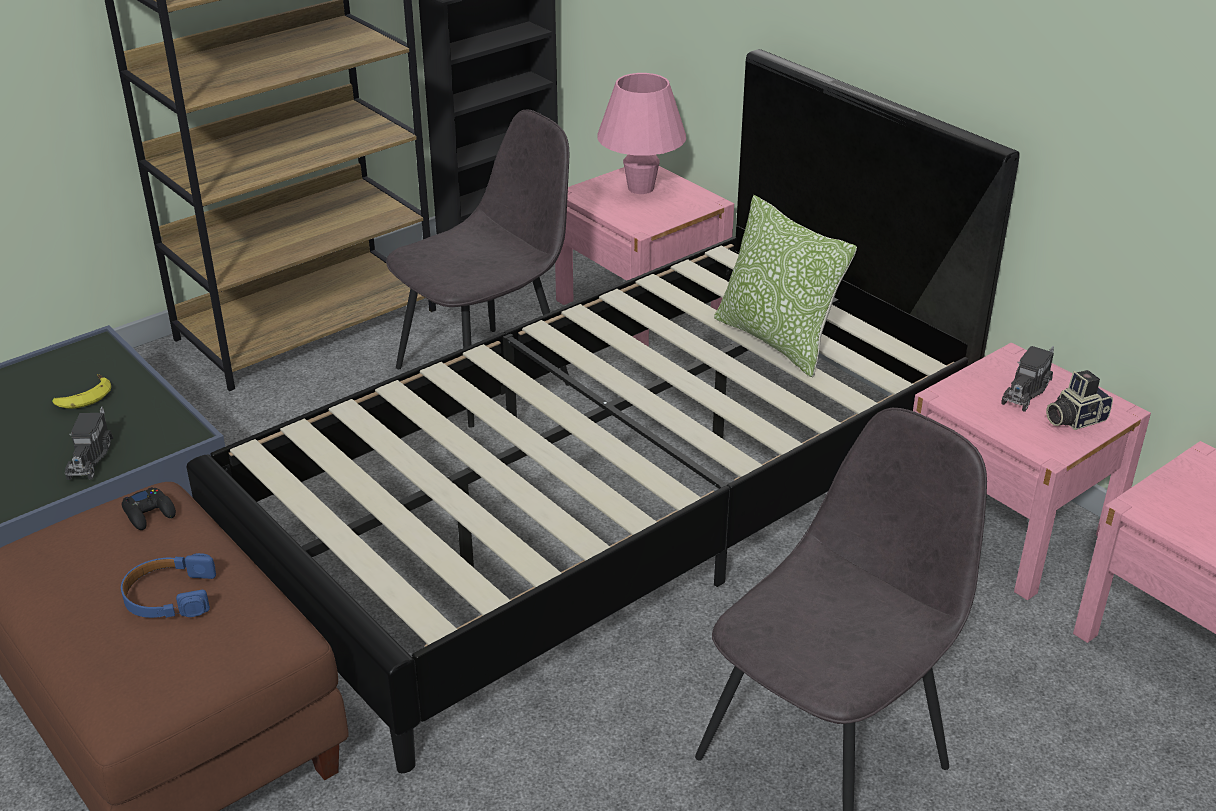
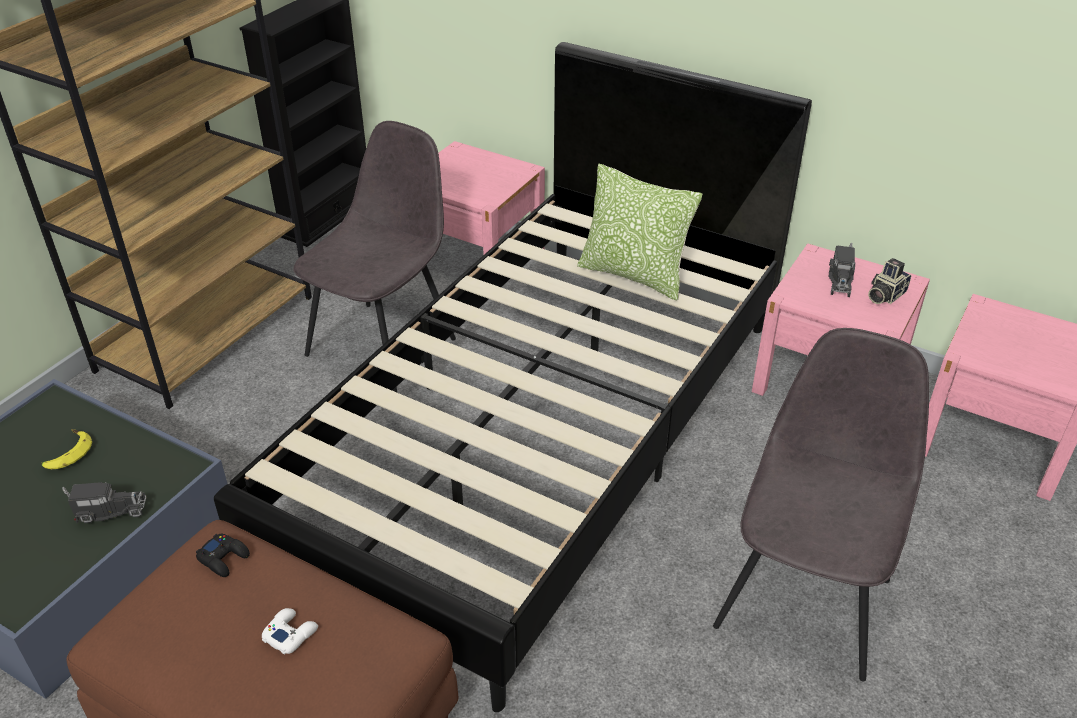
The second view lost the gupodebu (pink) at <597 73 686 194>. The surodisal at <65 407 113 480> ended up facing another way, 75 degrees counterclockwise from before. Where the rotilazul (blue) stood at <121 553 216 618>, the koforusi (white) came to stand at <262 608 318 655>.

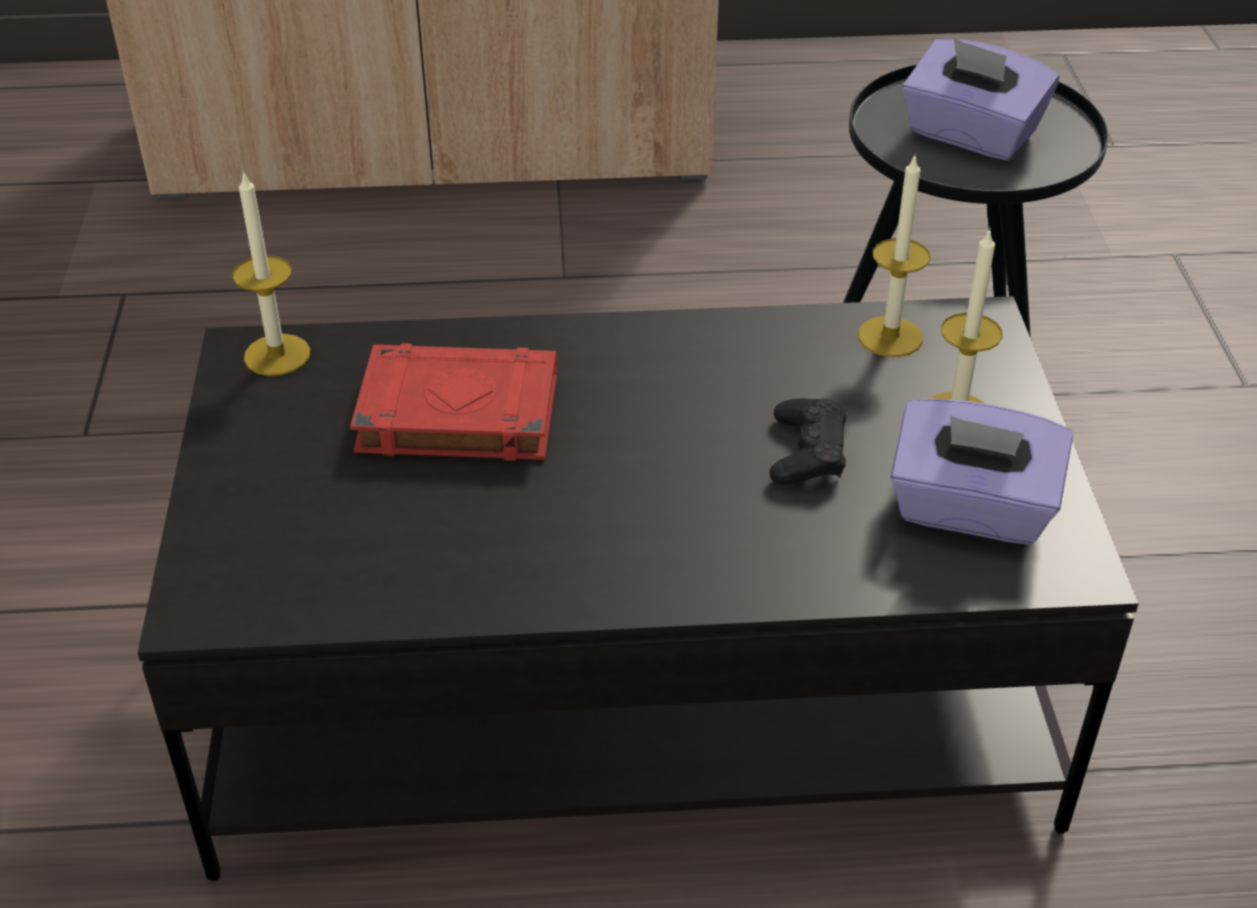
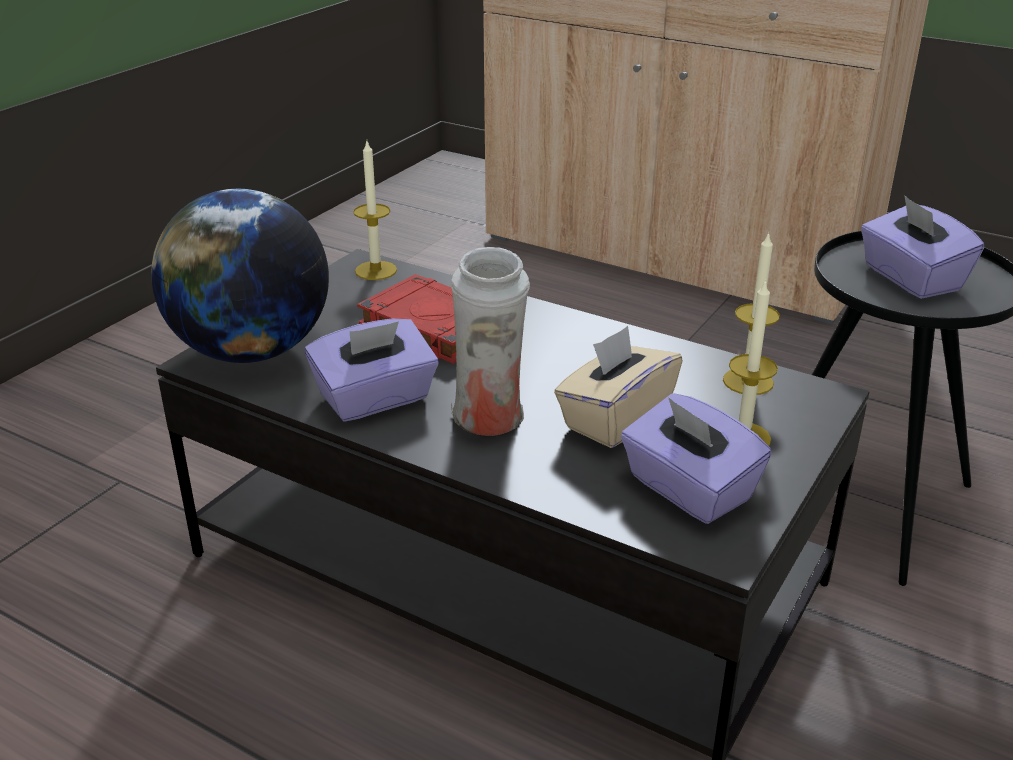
Where the koforusi (black) stood at <769 398 847 485>, the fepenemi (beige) came to stand at <554 326 683 448>. The second view gained the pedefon at <151 189 329 363>. The second view gained the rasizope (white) at <451 247 530 436>. The second view gained the fepenemi (purple) at <305 319 438 422>.

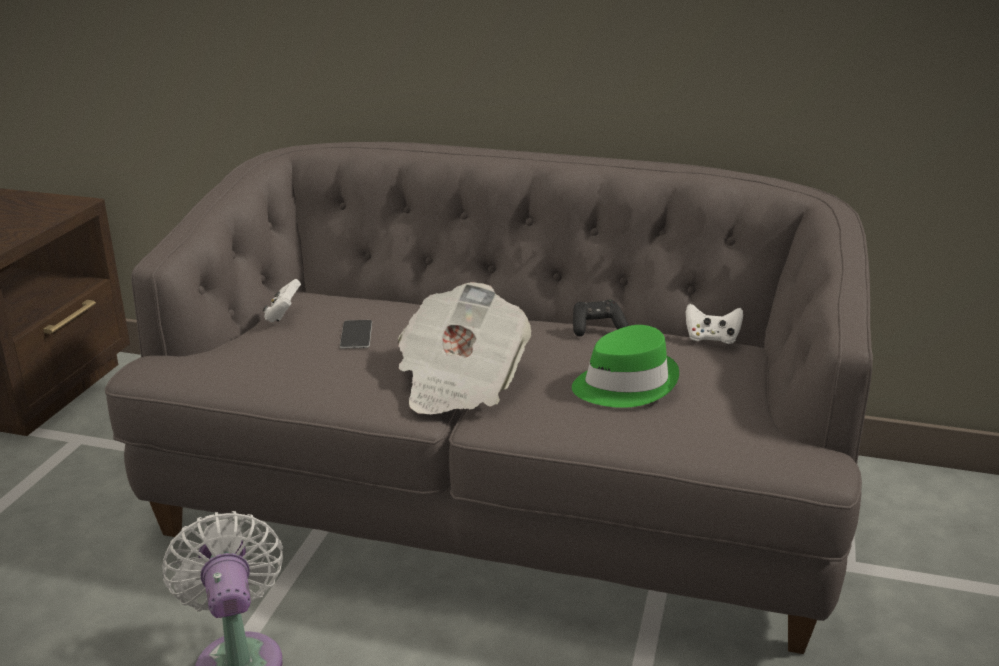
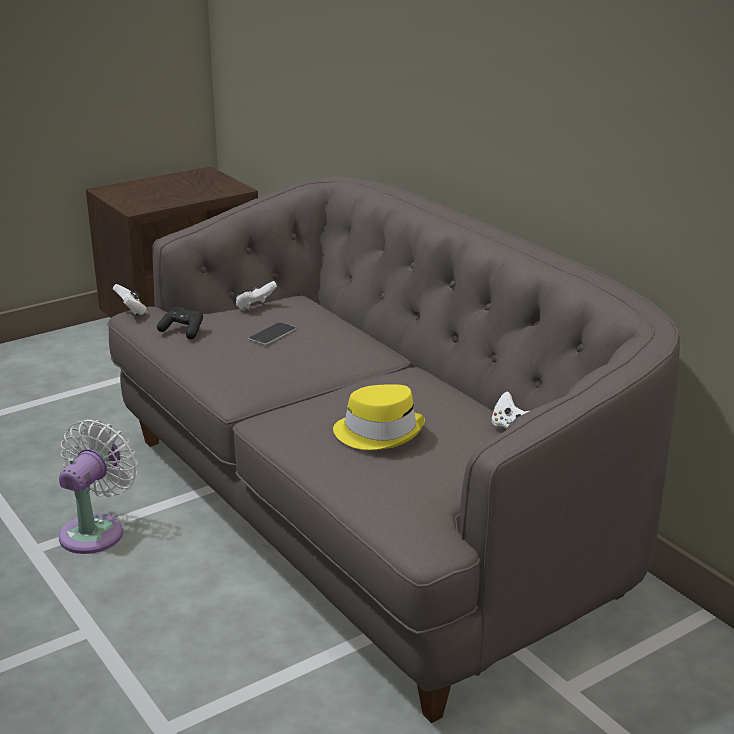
The second view lost the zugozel at <397 282 532 414>. The koforusi (black) ended up elsewhere, having gone from <573 299 628 336> to <157 307 203 339>. What was the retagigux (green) at <572 325 679 408> turned into the retagigux (yellow) at <333 384 425 450>. The second view gained the koforusi (white) at <113 284 147 315>.

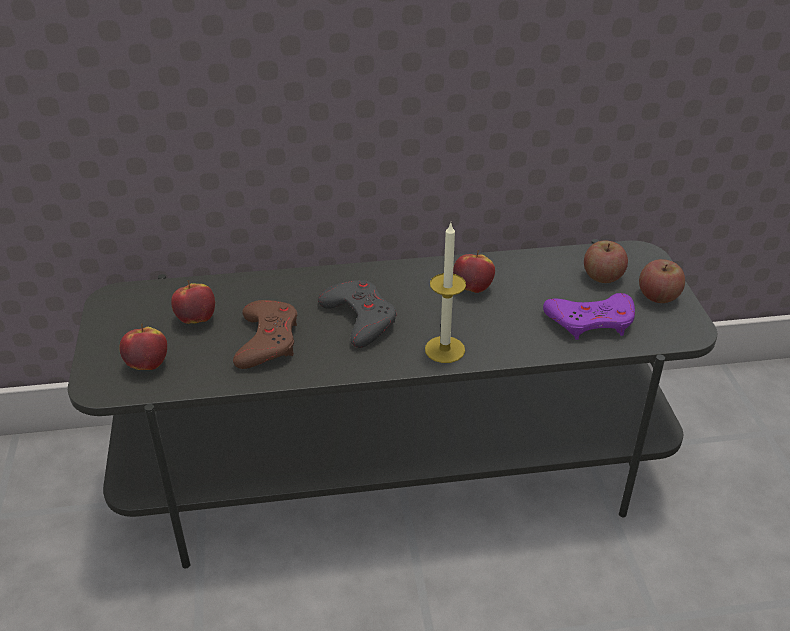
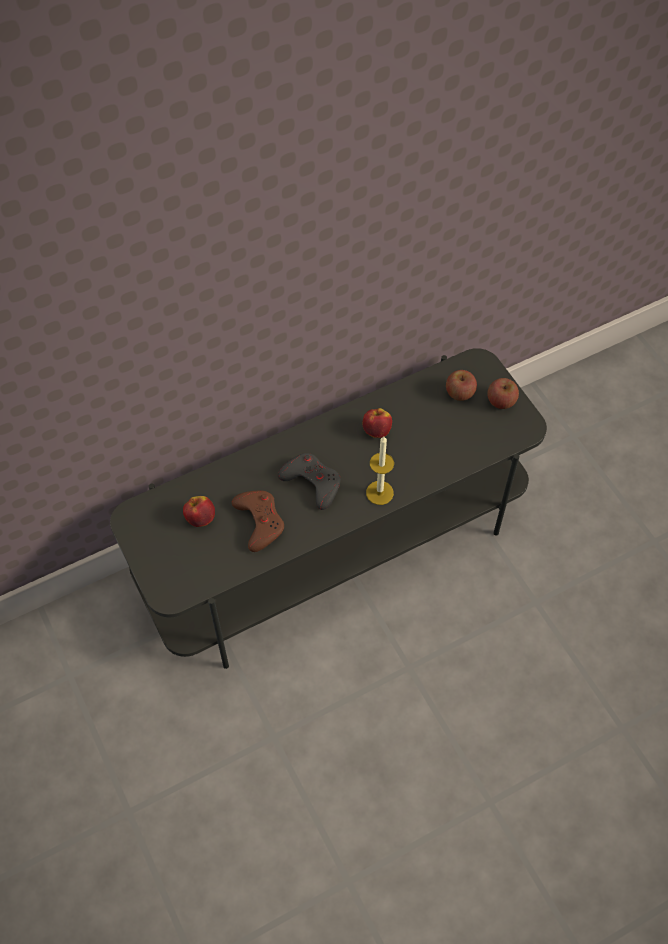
The second view lost the koforusi (purple) at <543 293 635 340>. The second view lost the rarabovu at <119 323 167 370>.

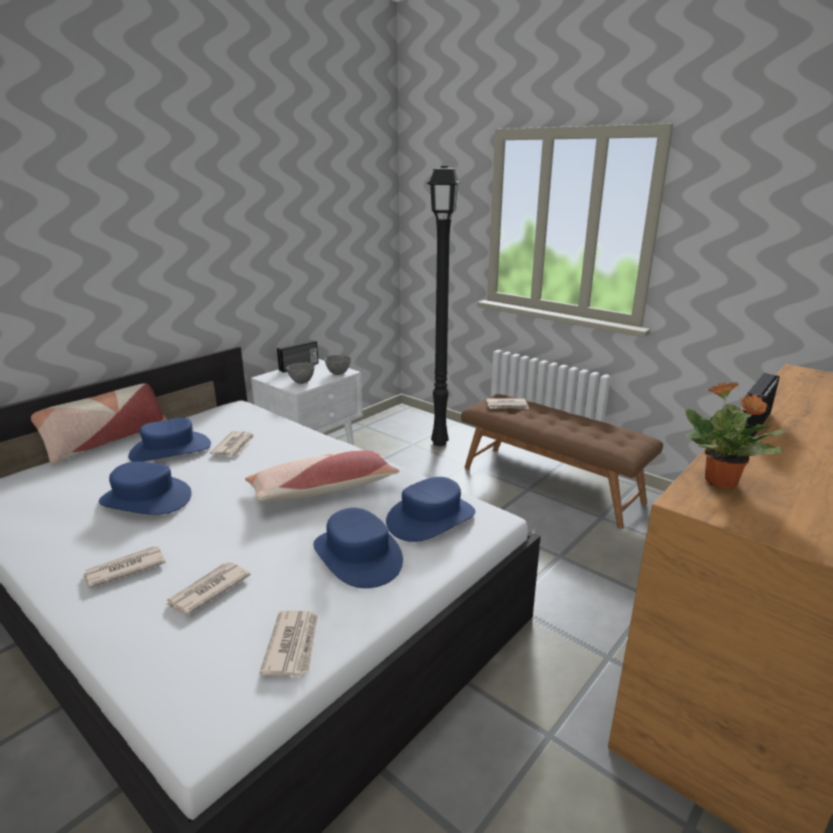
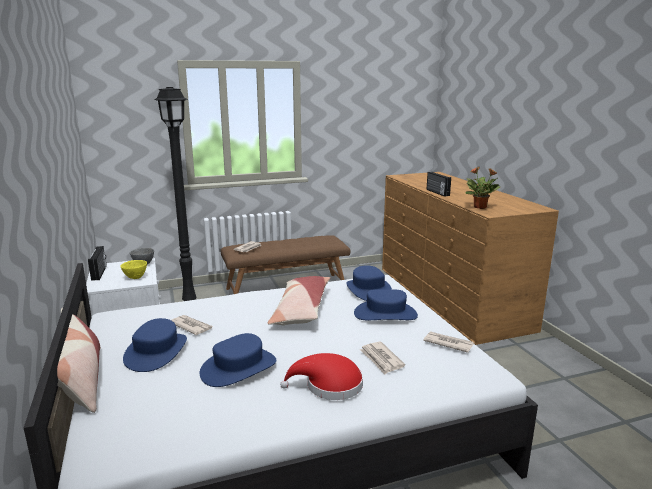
What was the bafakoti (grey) at <286 363 315 384> turned into the bafakoti (yellow) at <120 260 147 279>. Where the zugozel stood at <83 546 166 588>, the retagigux (red) came to stand at <280 353 363 400>.

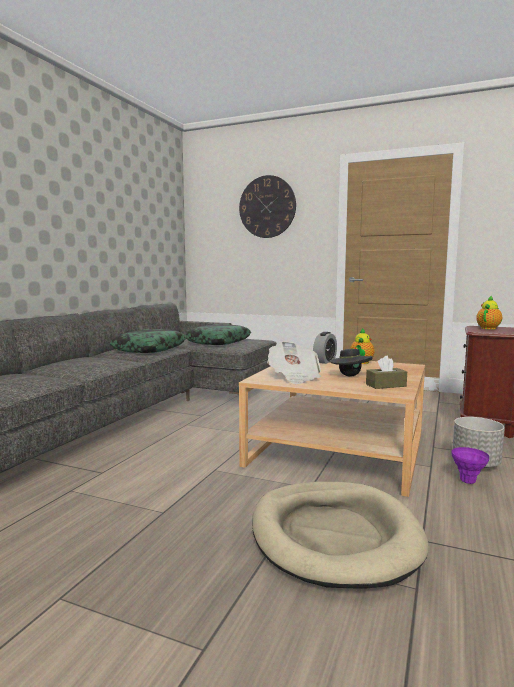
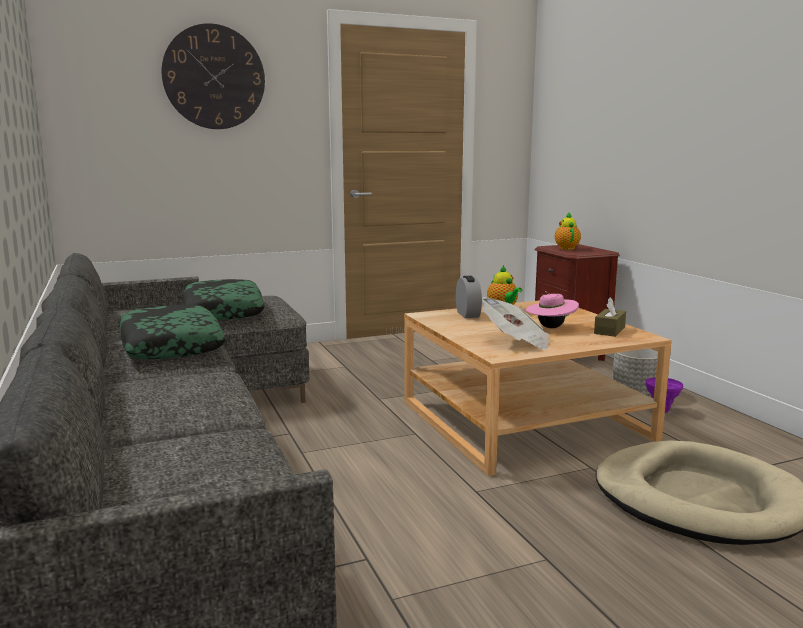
What was the retagigux (black) at <329 347 373 377> turned into the retagigux (pink) at <526 291 579 328>.

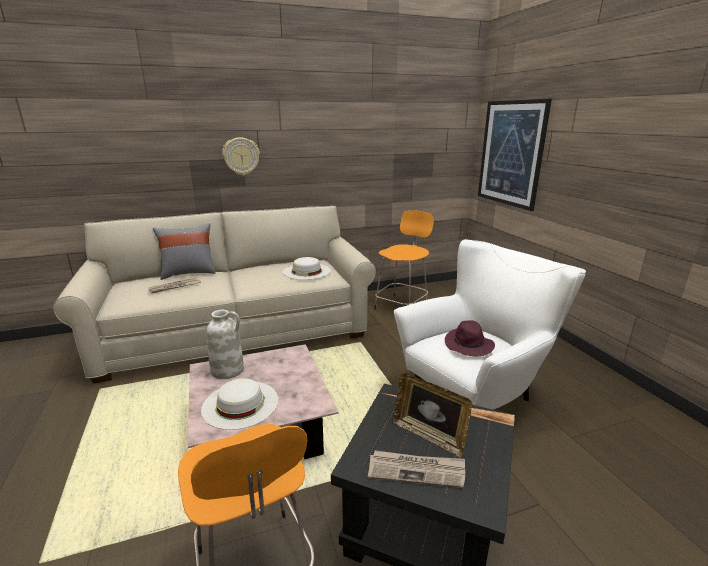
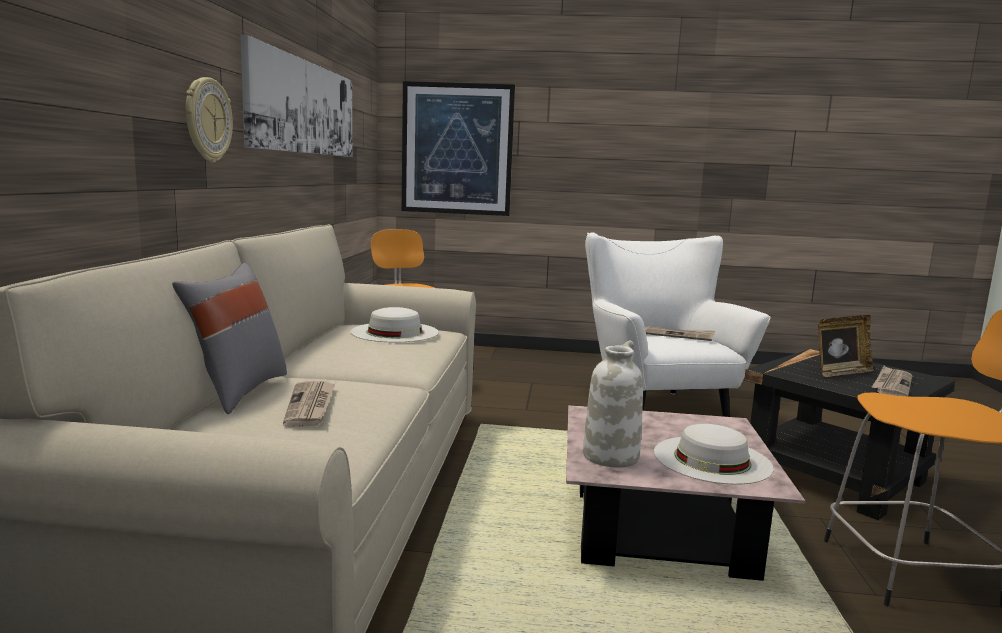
Where the retagigux (purple) stood at <445 320 495 356>, the zugozel came to stand at <645 327 715 341>. The second view gained the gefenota at <240 35 352 157>.

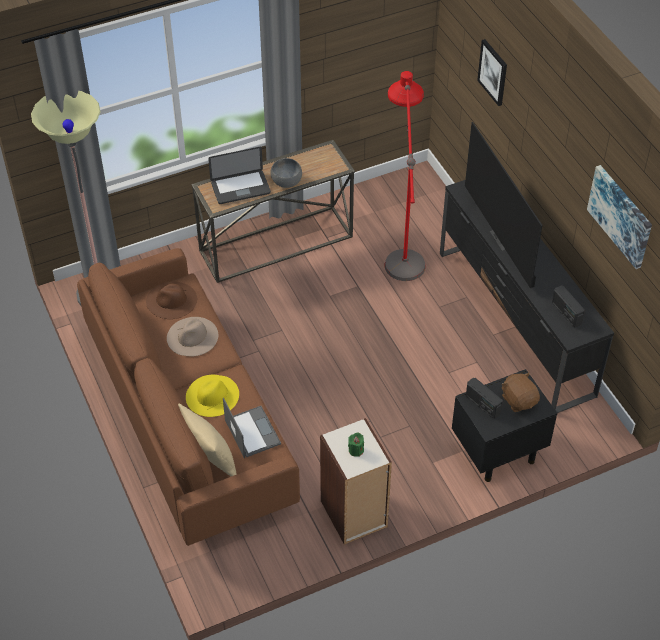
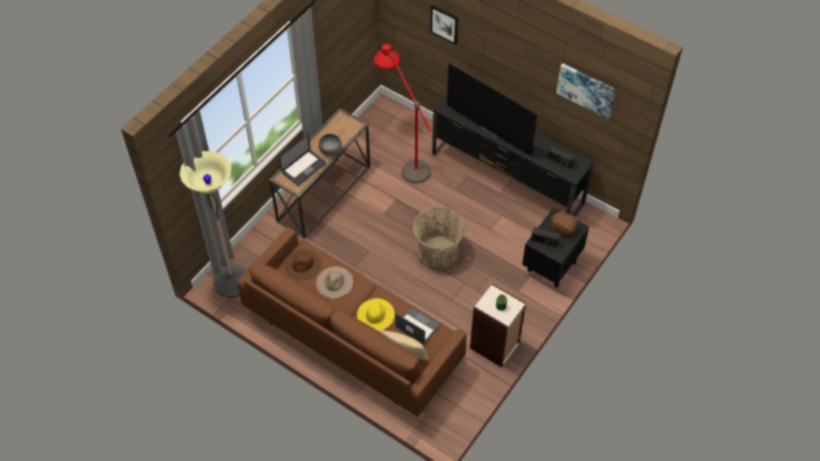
The second view gained the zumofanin at <413 207 465 270>.

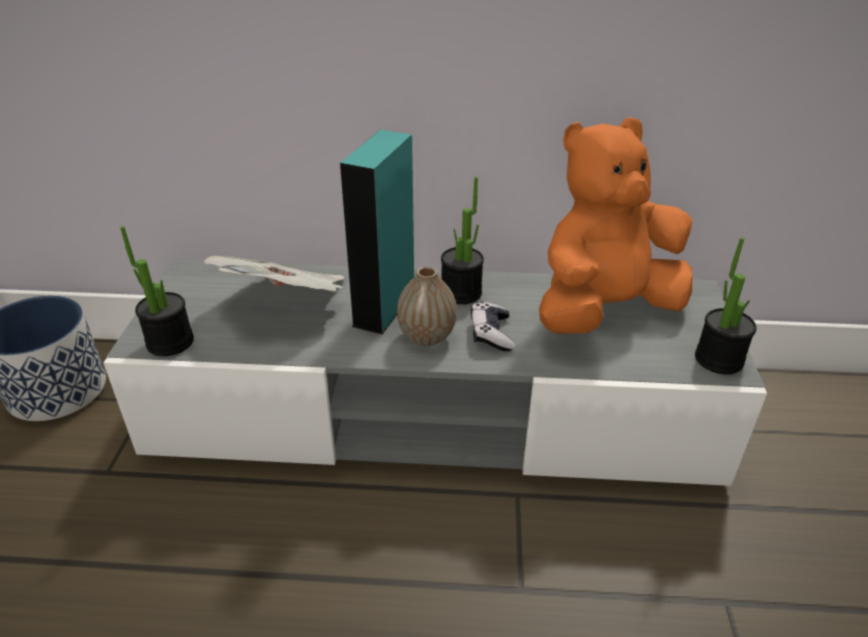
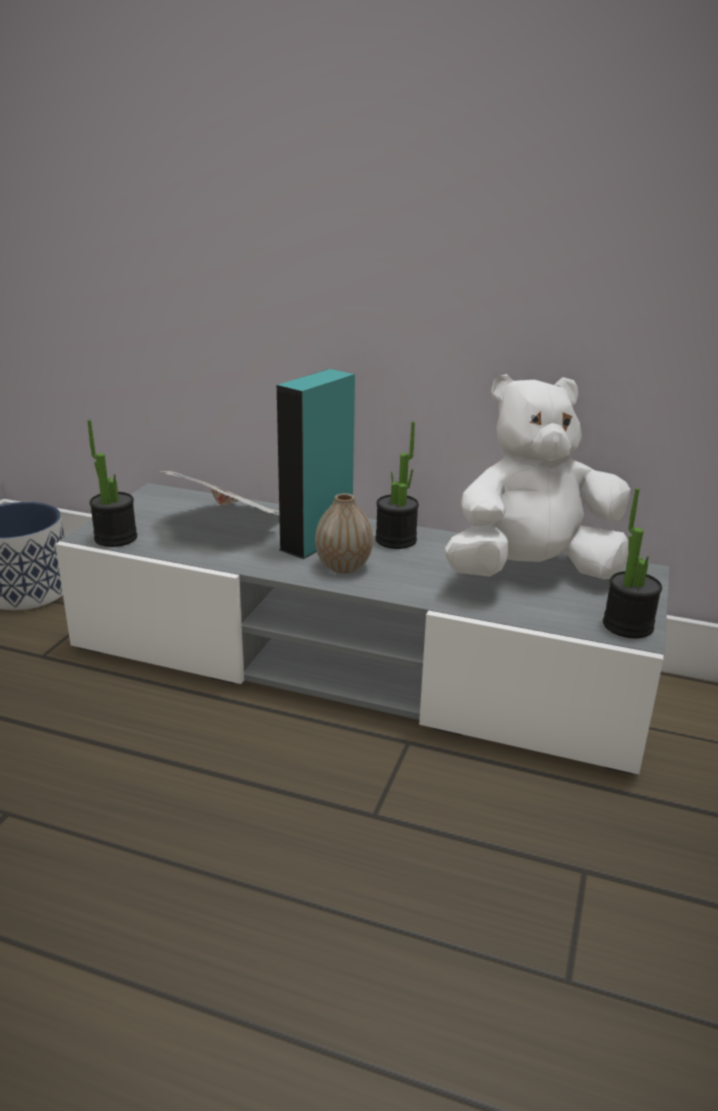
What was the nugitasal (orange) at <539 117 692 334> turned into the nugitasal (white) at <445 374 631 579>. The second view lost the koforusi at <471 302 515 351>.

